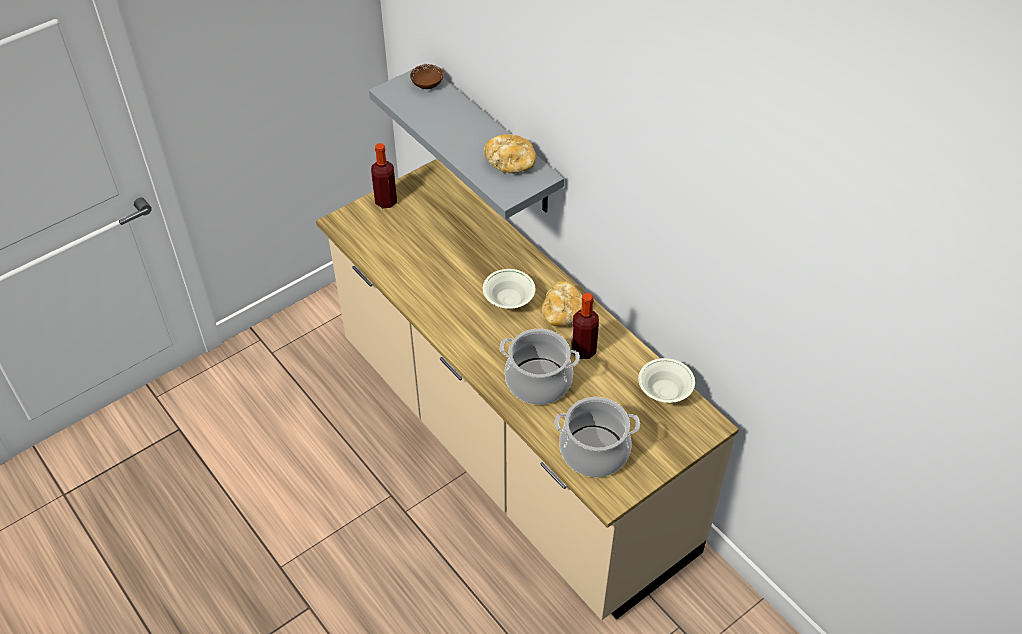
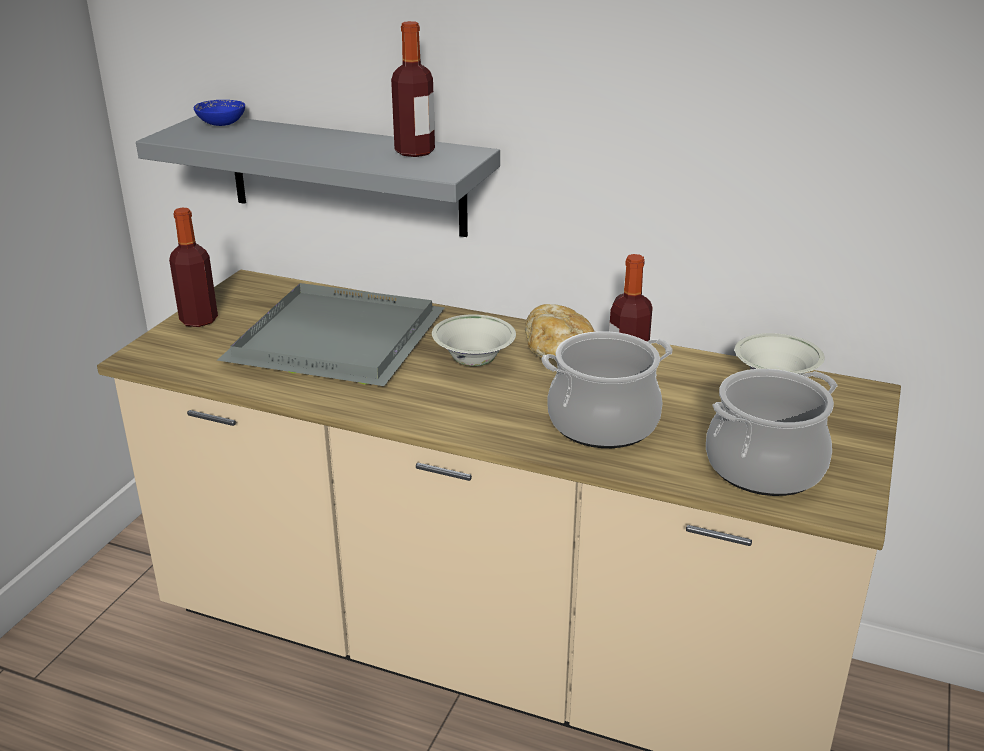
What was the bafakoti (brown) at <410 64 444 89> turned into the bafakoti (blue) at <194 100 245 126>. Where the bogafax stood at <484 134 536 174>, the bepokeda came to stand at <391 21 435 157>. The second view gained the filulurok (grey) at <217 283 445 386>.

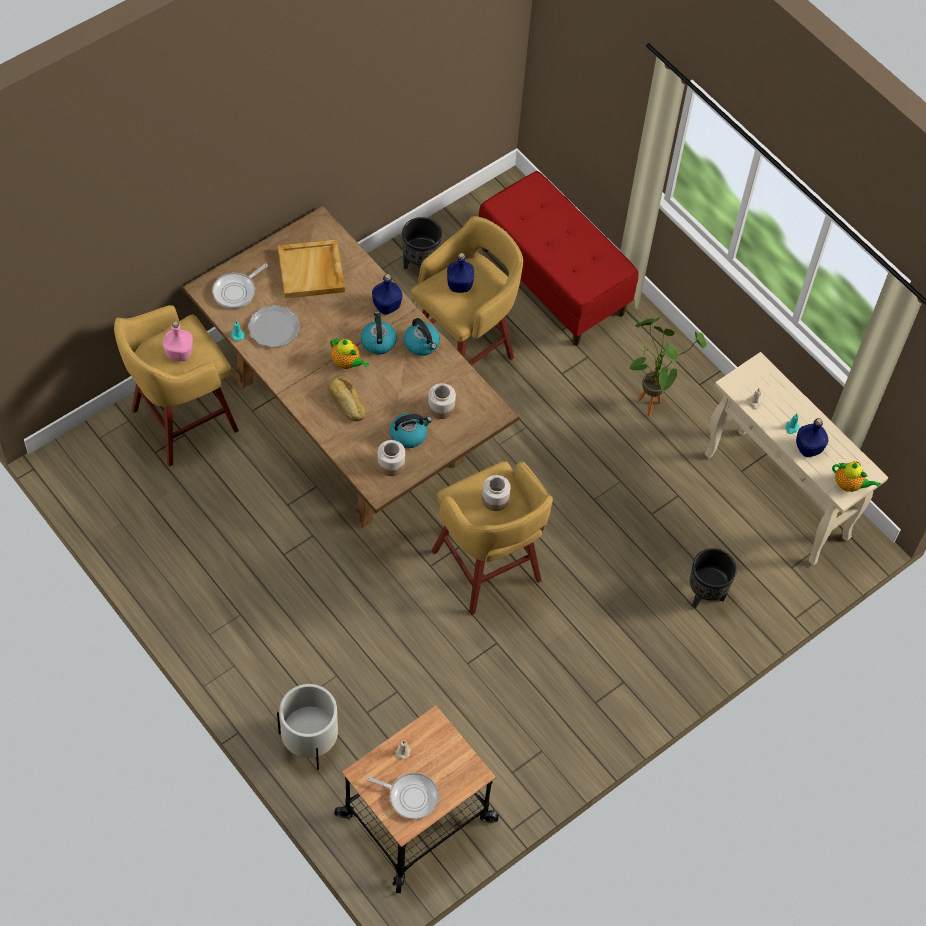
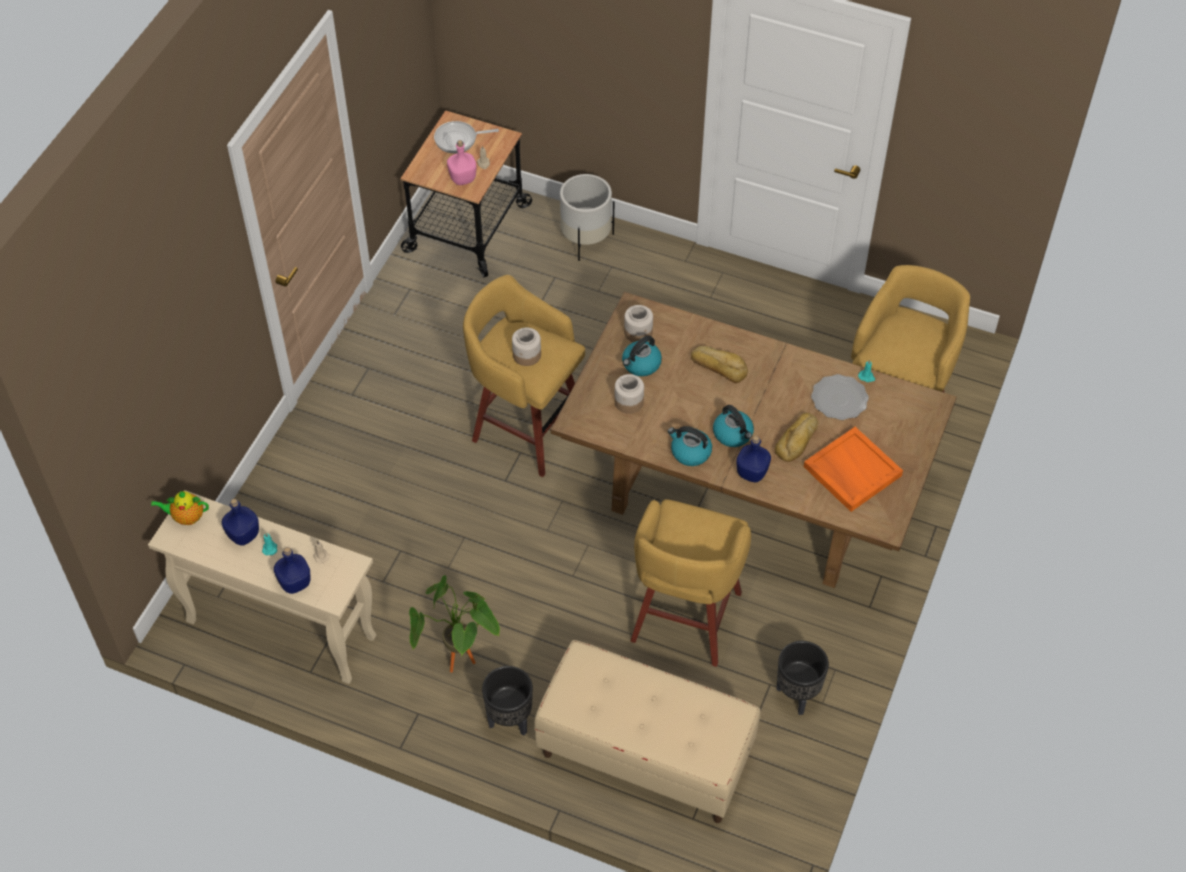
What was the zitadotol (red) at <478 171 639 346> turned into the zitadotol (beige) at <534 640 760 823>. What was the filulurok (beige) at <278 239 345 299> turned into the filulurok (orange) at <804 427 903 512>. The bepokeda (blue) ended up elsewhere, having gone from <447 253 474 293> to <274 547 311 594>. The second view lost the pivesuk at <212 264 268 309>. The bepokeda (pink) ended up elsewhere, having gone from <163 321 193 361> to <447 140 477 185>. The second view lost the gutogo at <330 338 369 369>. The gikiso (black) ended up elsewhere, having gone from <690 548 737 609> to <482 666 533 736>. The second view gained the bogafax at <775 413 819 462>.

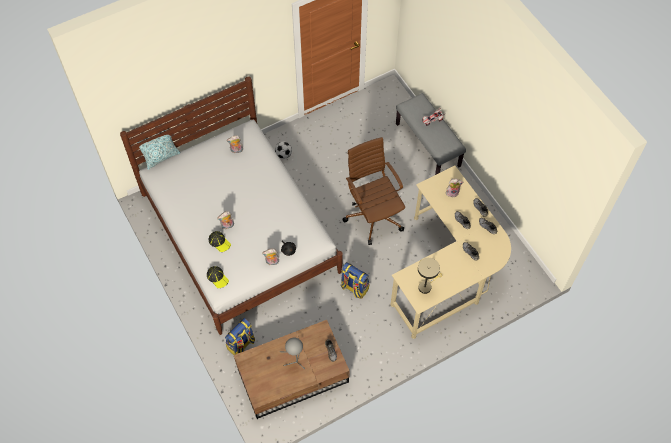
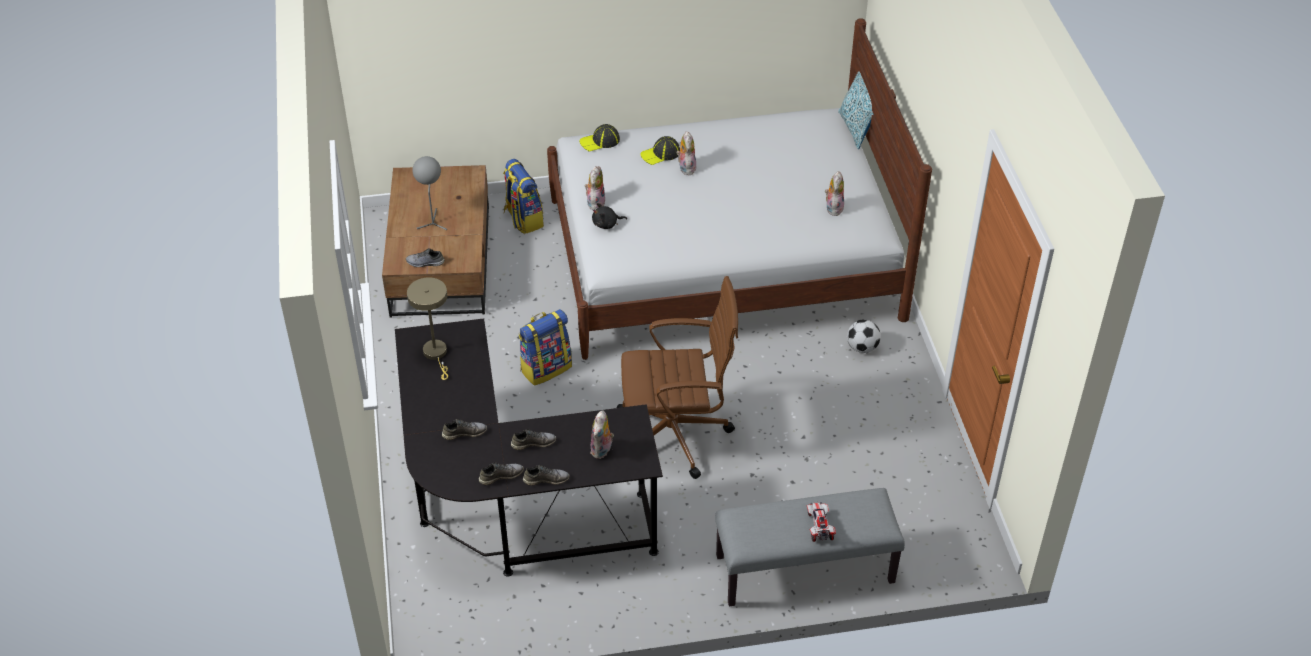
What was the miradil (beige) at <390 166 511 339> turned into the miradil (black) at <395 318 663 577>.

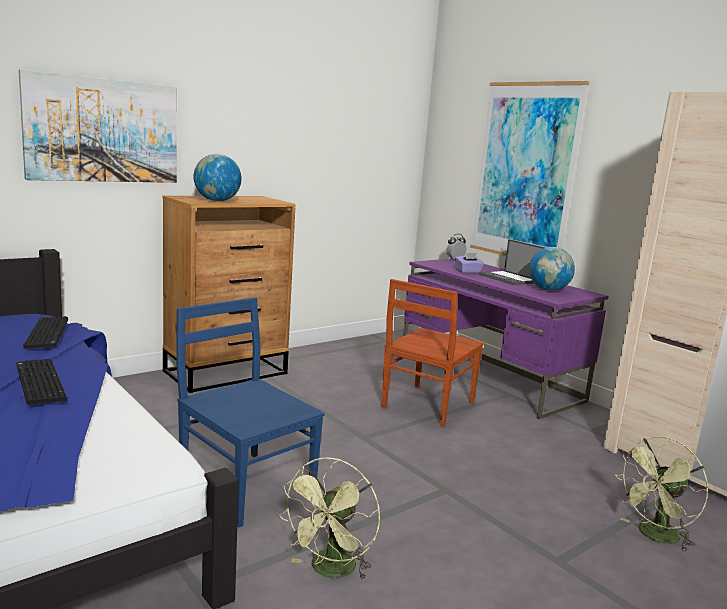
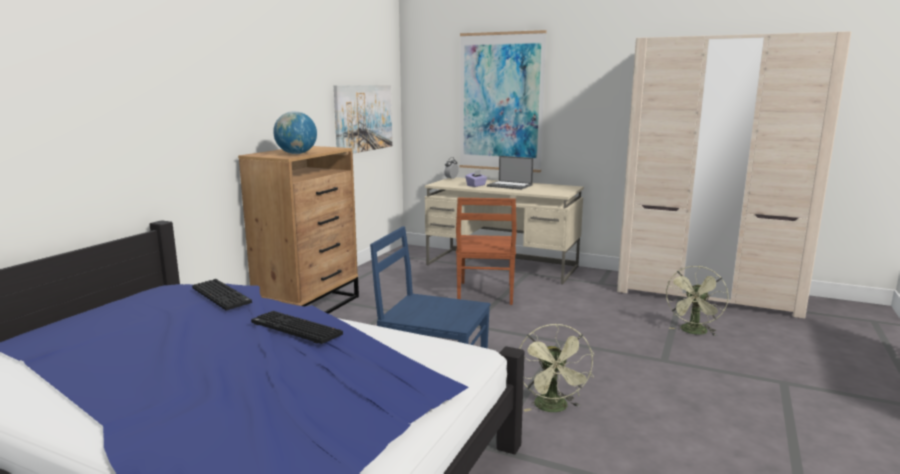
The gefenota ended up elsewhere, having gone from <19 69 177 183> to <334 85 392 154>. The second view lost the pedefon at <529 247 575 291>. What was the miradil (purple) at <403 258 609 419> turned into the miradil (beige) at <425 177 584 284>.

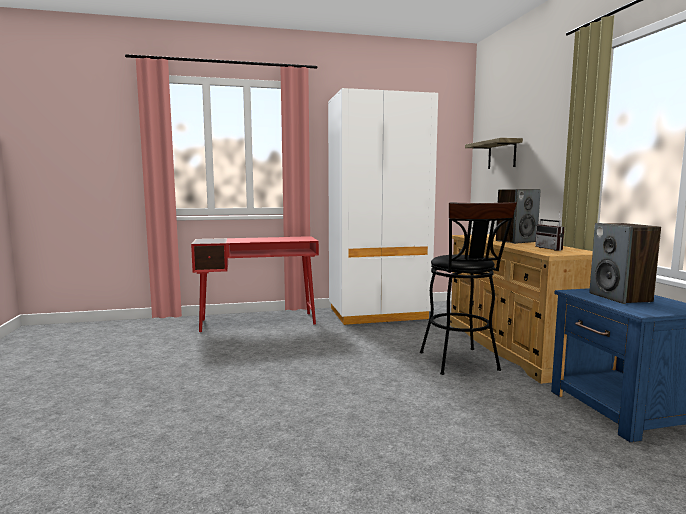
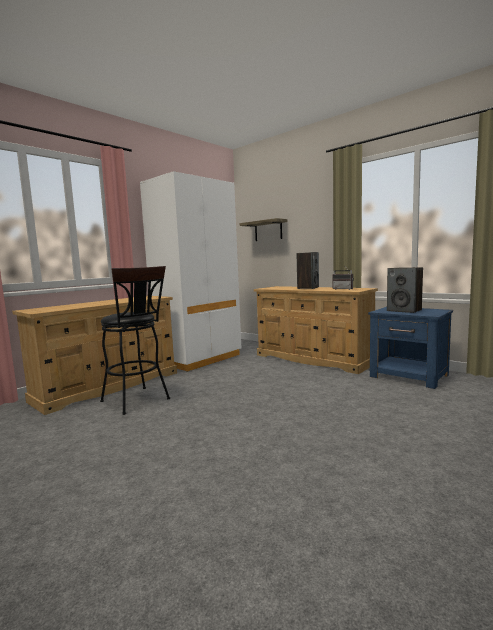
The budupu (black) ended up elsewhere, having gone from <420 202 517 375> to <100 266 170 415>. Where the miradil (red) stood at <191 236 319 332>, the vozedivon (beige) came to stand at <12 296 177 415>.

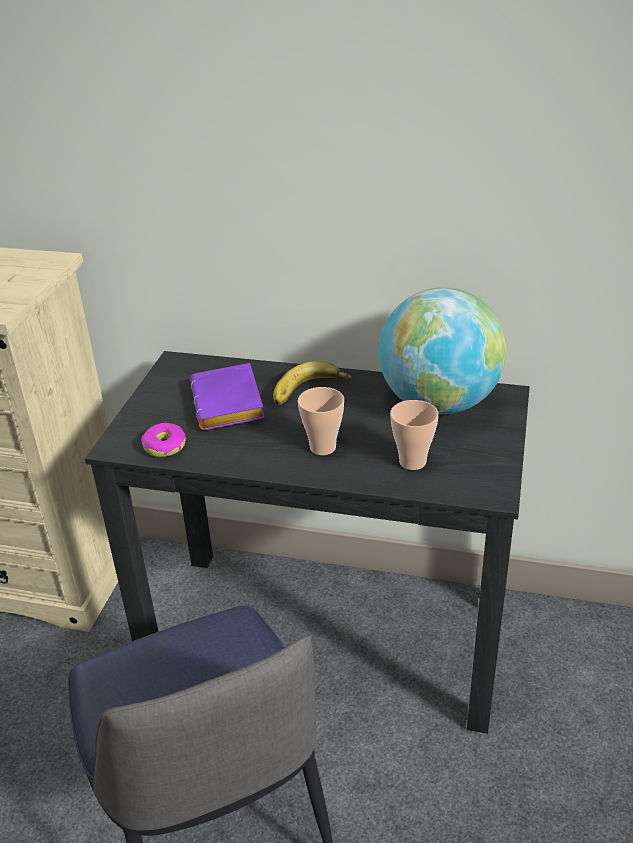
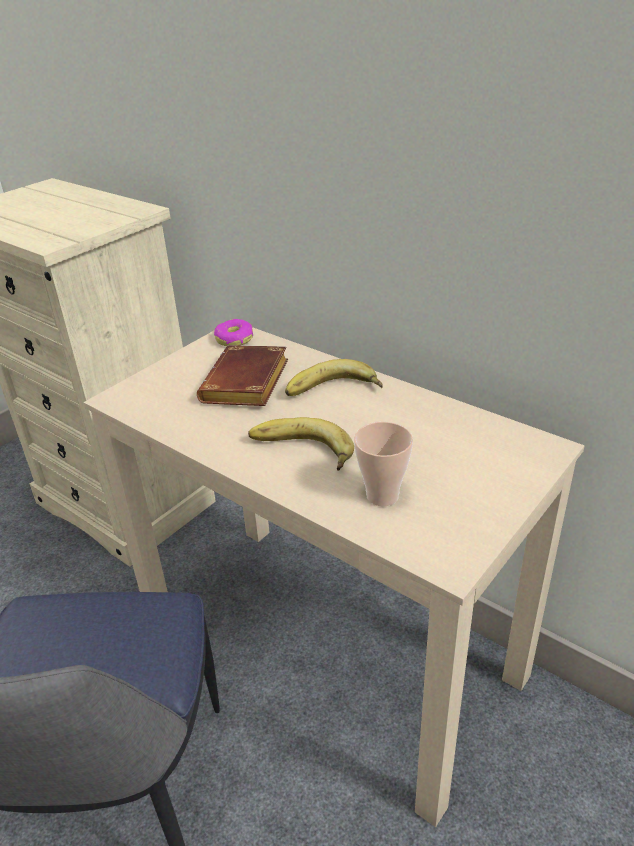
The second view lost the pedefon at <379 287 507 414>. What was the miradil (black) at <85 351 530 734> turned into the miradil (beige) at <83 327 585 827>. What was the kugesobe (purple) at <190 363 265 430> turned into the kugesobe (brown) at <197 345 288 406>. Where the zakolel stood at <298 387 344 455>, the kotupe came to stand at <248 417 354 471>. The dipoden ended up elsewhere, having gone from <141 423 186 457> to <214 319 253 346>.

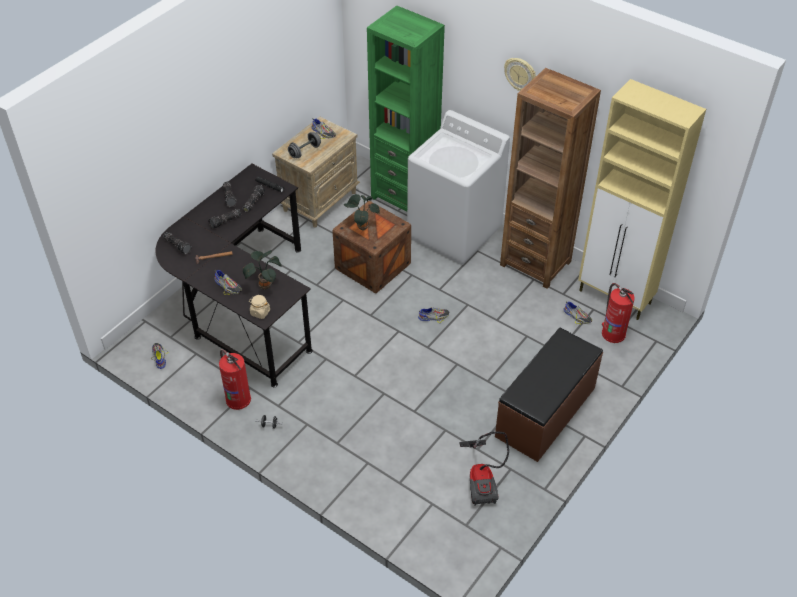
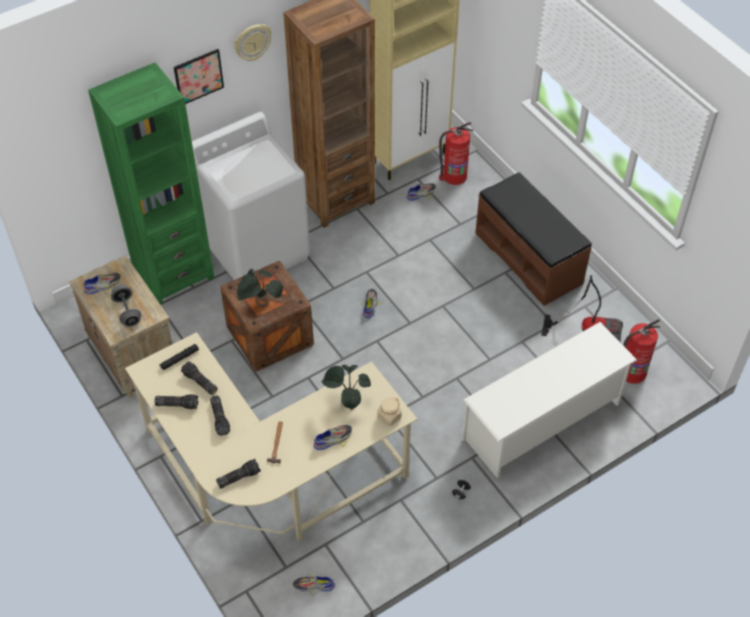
What was the miradil (black) at <156 164 313 387> turned into the miradil (beige) at <125 332 417 541>. The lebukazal ended up elsewhere, having gone from <219 349 251 410> to <623 319 661 384>. The second view gained the gefenota at <174 49 224 104>. The second view gained the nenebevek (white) at <462 322 637 478>.

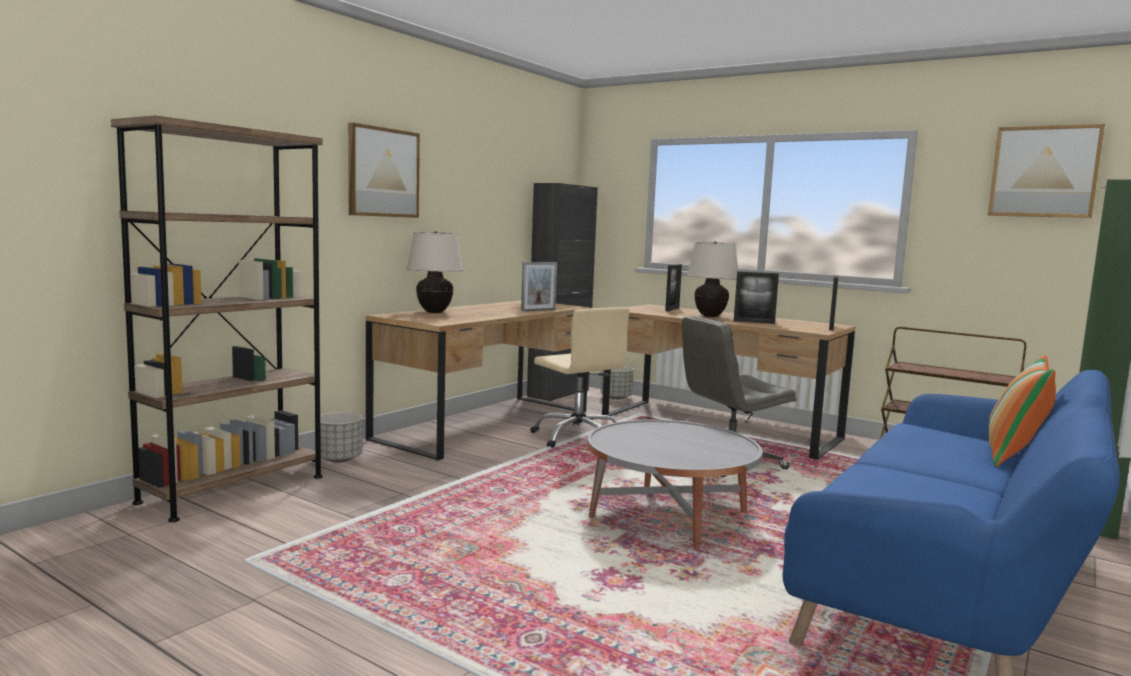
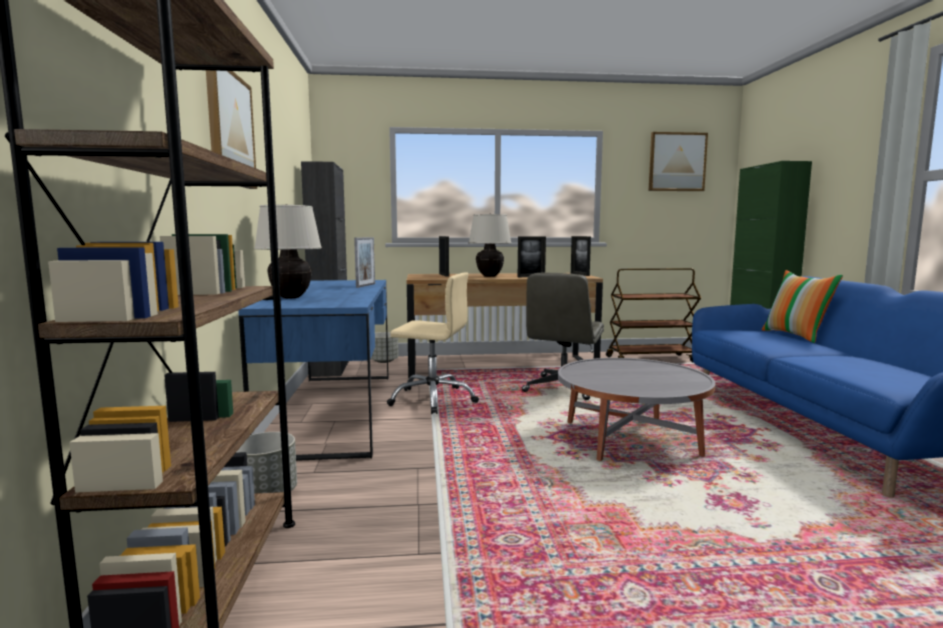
What was the miradil (brown) at <366 300 591 461> turned into the miradil (blue) at <238 280 389 461>.

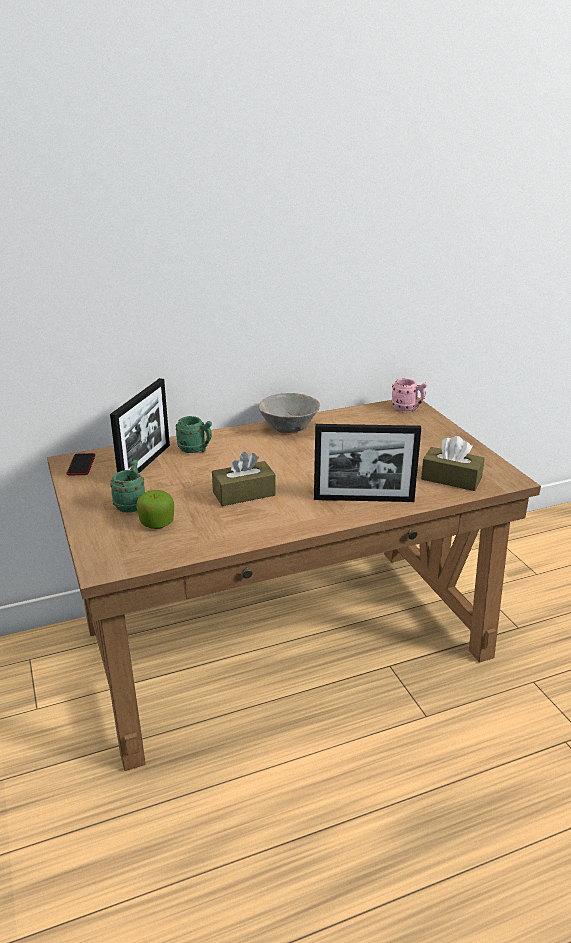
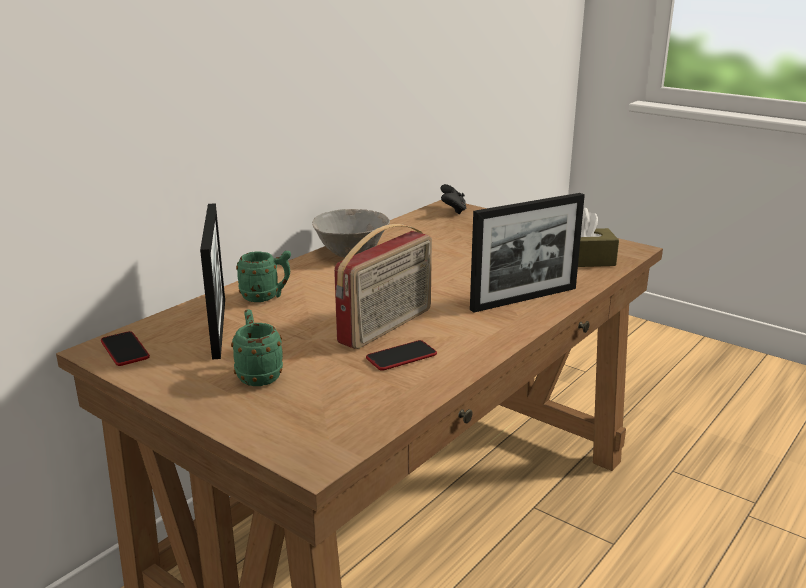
Where the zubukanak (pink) stood at <391 378 427 411>, the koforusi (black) came to stand at <440 184 466 214>. Where the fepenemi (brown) stood at <212 452 276 506>, the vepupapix came to stand at <334 224 432 349>. The second view lost the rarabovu at <136 490 174 529>. The second view gained the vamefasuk at <366 340 437 371>.

